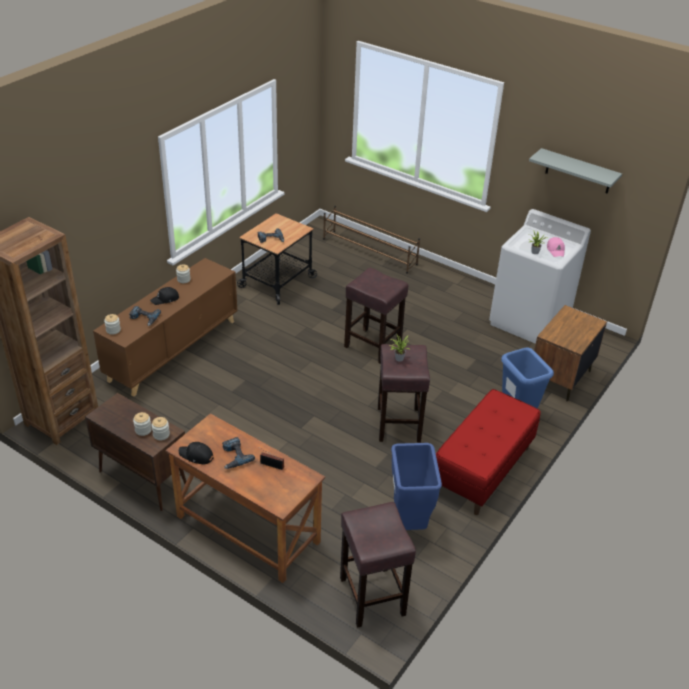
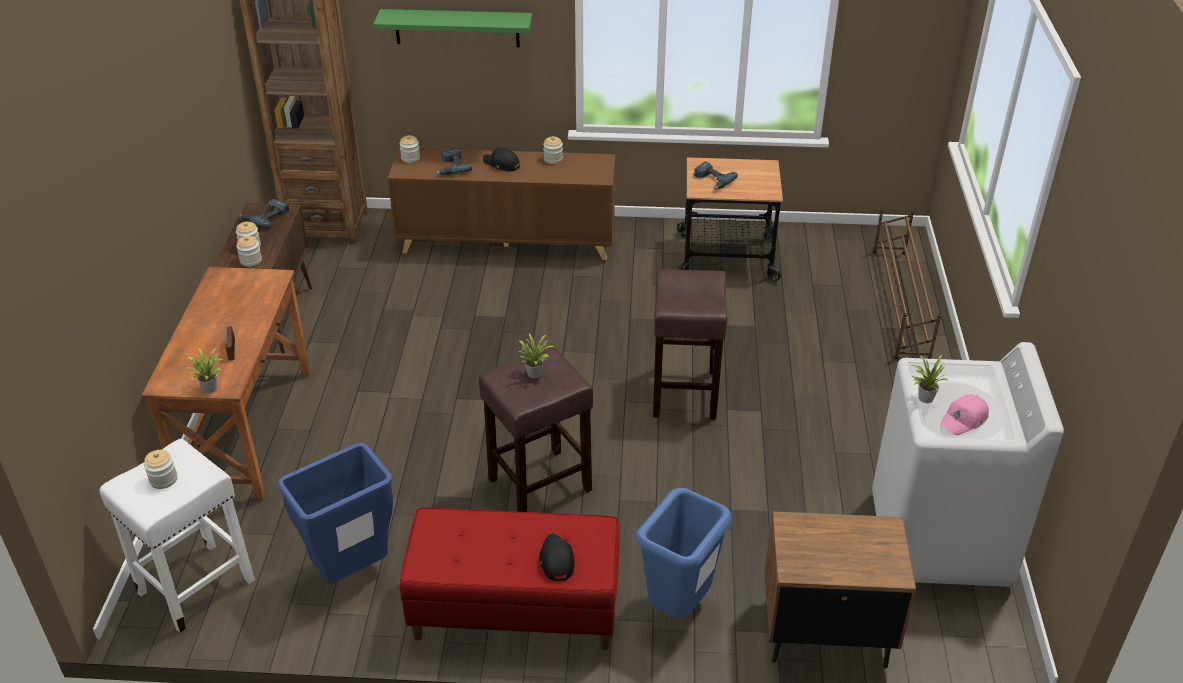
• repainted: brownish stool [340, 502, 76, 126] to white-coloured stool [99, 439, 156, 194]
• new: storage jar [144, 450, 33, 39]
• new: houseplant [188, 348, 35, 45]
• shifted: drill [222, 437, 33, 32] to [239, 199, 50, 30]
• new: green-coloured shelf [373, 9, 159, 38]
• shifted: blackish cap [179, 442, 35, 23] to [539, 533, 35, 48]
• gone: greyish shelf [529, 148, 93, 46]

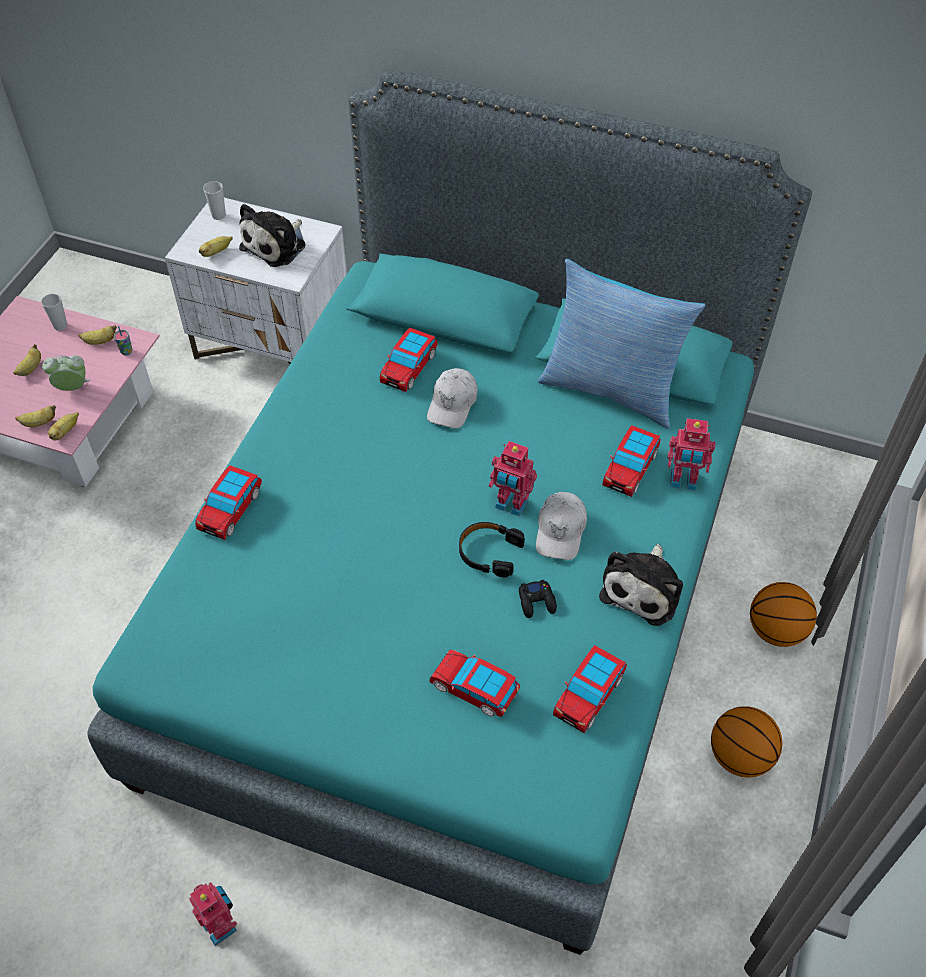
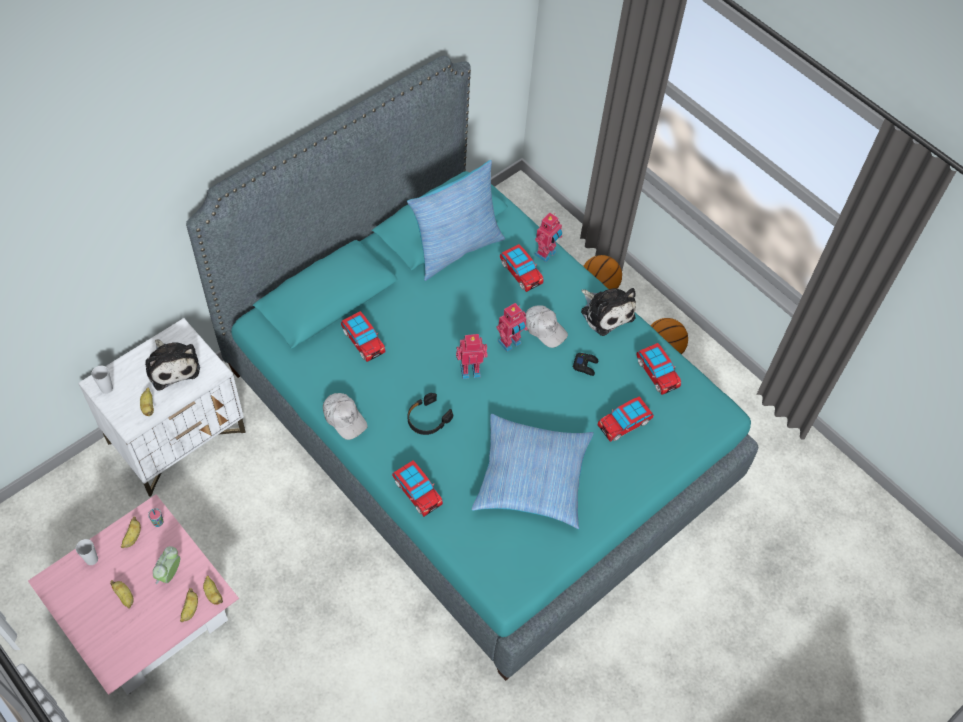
• shifted: white-coloured cap [427, 368, 51, 61] to [323, 393, 45, 47]
• shifted: blackish headset [459, 522, 66, 55] to [408, 393, 45, 42]
• shifted: model robot [189, 882, 48, 64] to [456, 334, 31, 45]
• new: pillow [472, 414, 122, 115]

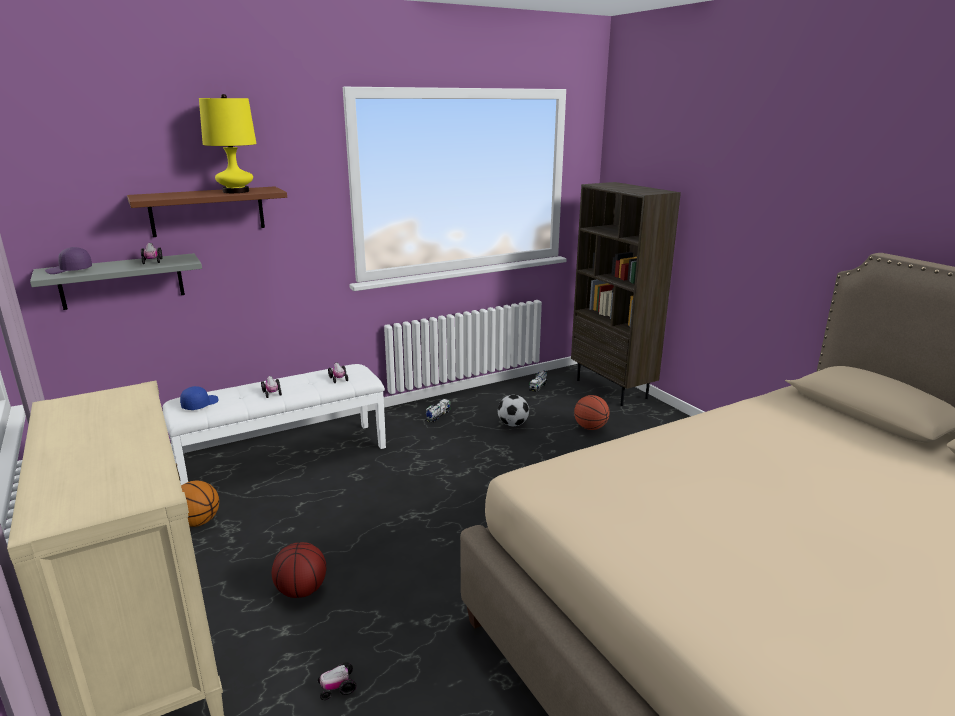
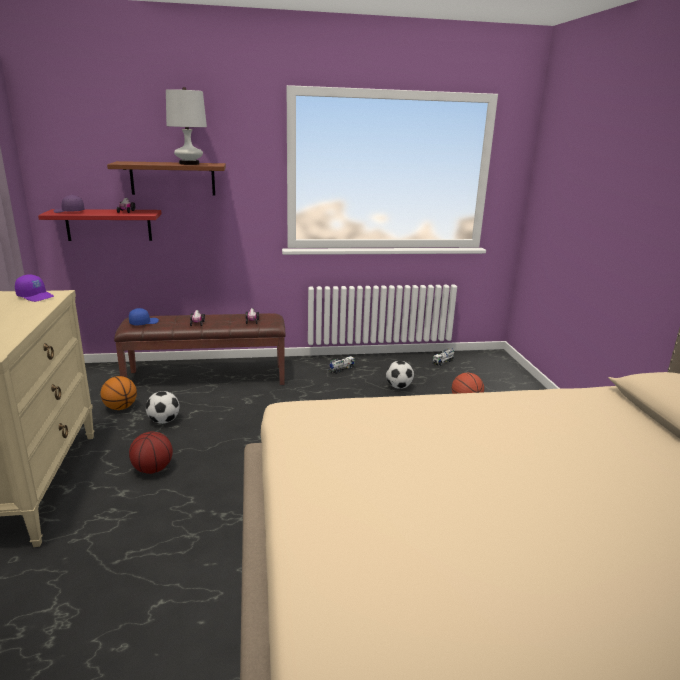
• new: purplish cap [15, 275, 39, 27]
• repainted: greyish shelf [30, 253, 172, 57] to red shelf [38, 209, 124, 32]
• repainted: white-coloured long seat [163, 364, 223, 121] to brownish long seat [114, 313, 172, 72]
• new: football [146, 391, 34, 33]
• repainted: yellow-coloured table lamp [199, 94, 58, 99] to white-coloured table lamp [166, 87, 41, 78]
• gone: miniature car [318, 662, 38, 38]
• gone: brownish bookcase [571, 182, 110, 224]

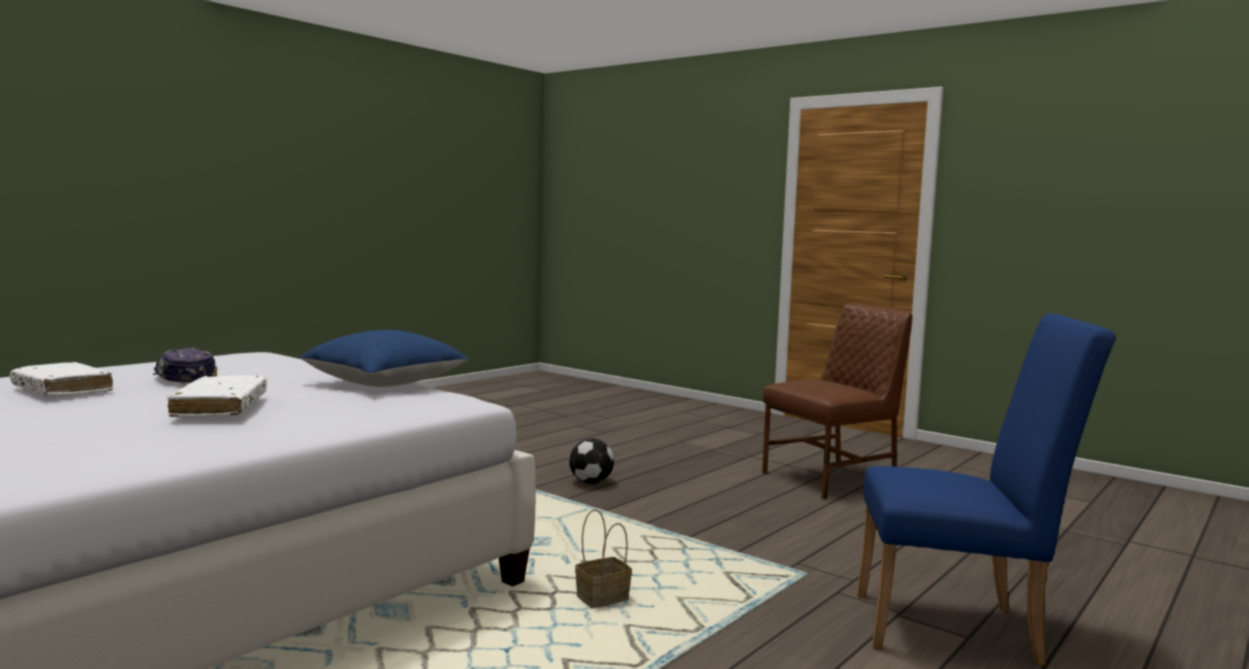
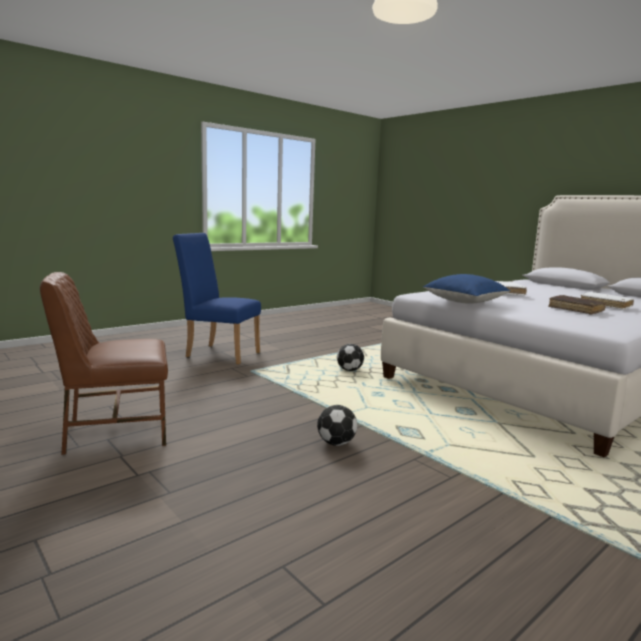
• swapped: storage basket [575, 509, 57, 99] to football [337, 344, 27, 27]
• swapped: cap [153, 347, 64, 36] to brownish book [548, 295, 58, 19]

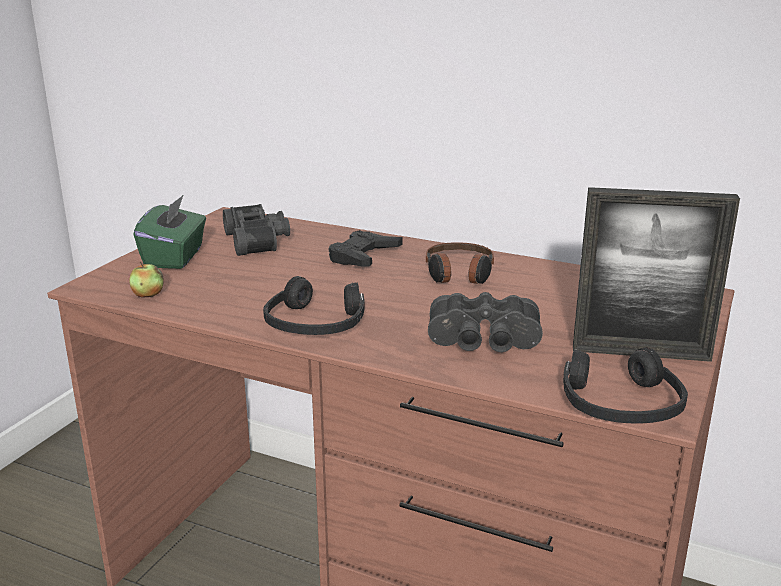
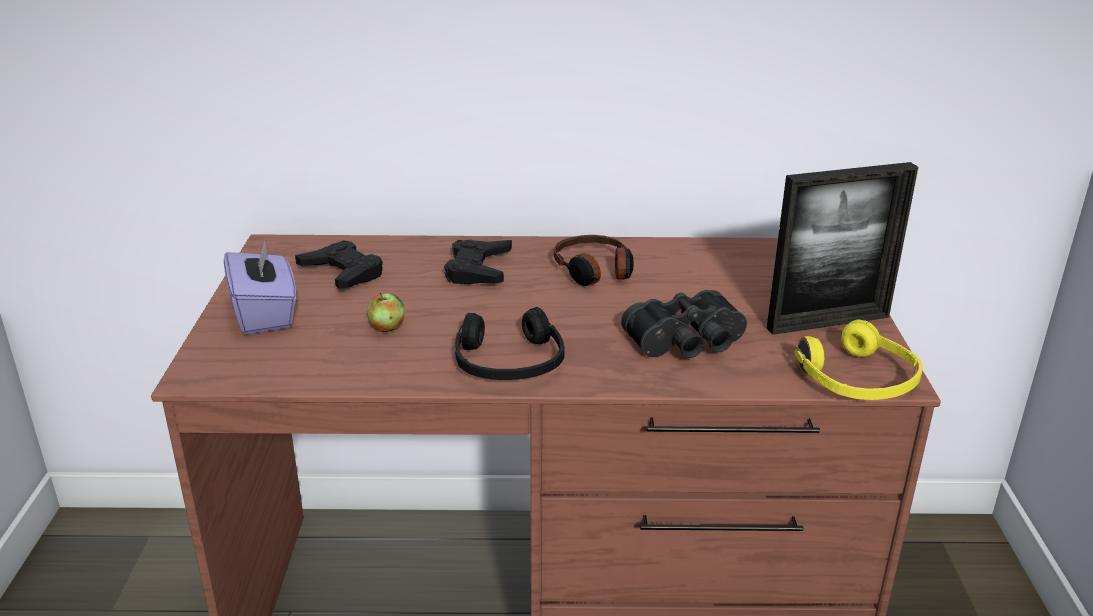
• repainted: green-coloured tissue box [133, 194, 73, 75] to purplish tissue box [224, 240, 72, 94]
• swapped: blackish field glasses [223, 204, 67, 52] to blackish game controller [295, 240, 88, 49]
• shifted: whole apple [129, 261, 35, 37] to [367, 293, 38, 39]
• repainted: blackish headset [563, 347, 125, 77] to yellow-coloured headset [795, 319, 128, 81]

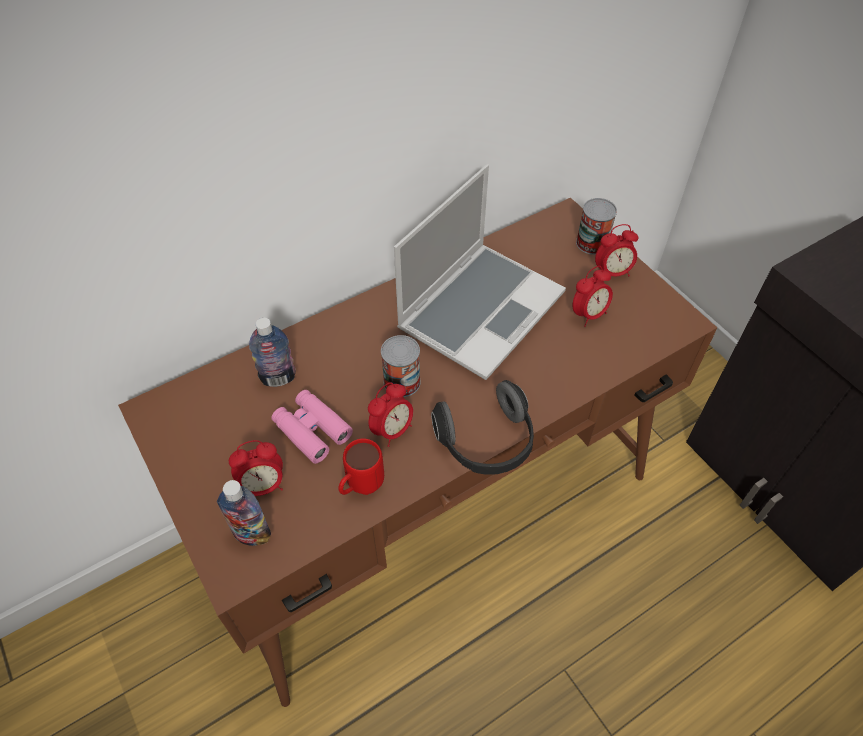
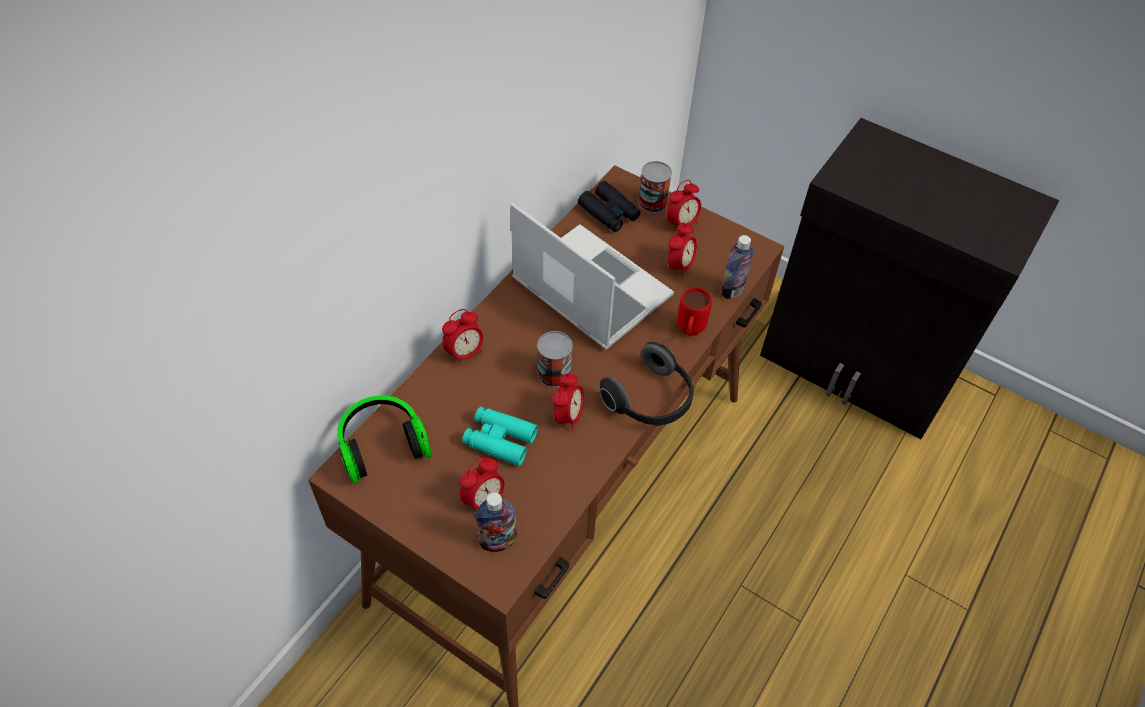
• new: headset [337, 395, 94, 89]
• new: alarm clock [442, 309, 41, 56]
• repainted: pink field glasses [271, 390, 82, 74] to turquoise field glasses [462, 406, 76, 60]
• rotated: laptop [394, 164, 172, 216] = [510, 202, 164, 148] 60 degrees counterclockwise
• new: blackish field glasses [578, 181, 62, 51]
• shifted: red tea mug [338, 438, 46, 57] to [677, 287, 35, 49]
• shifted: beverage bottle [249, 318, 47, 69] to [720, 235, 34, 64]

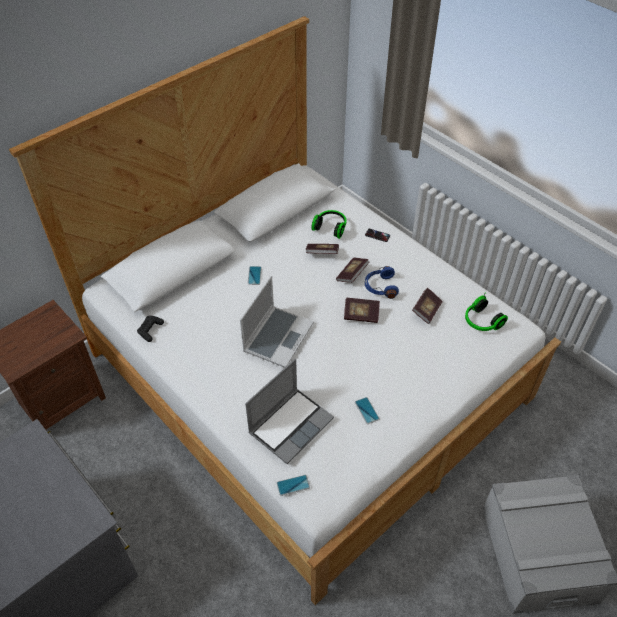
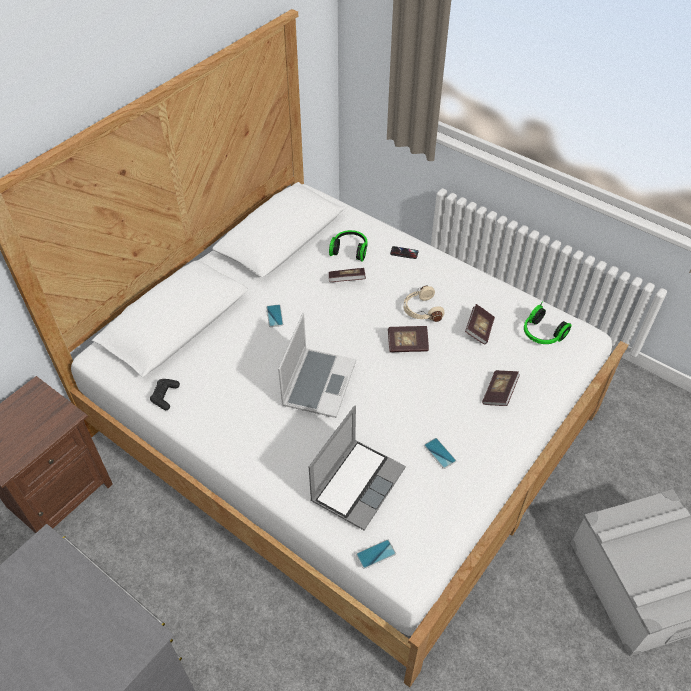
• repainted: blue-coloured headset [365, 266, 34, 33] to beige-coloured headset [404, 285, 41, 37]
• shifted: book [336, 258, 33, 25] to [482, 370, 38, 36]

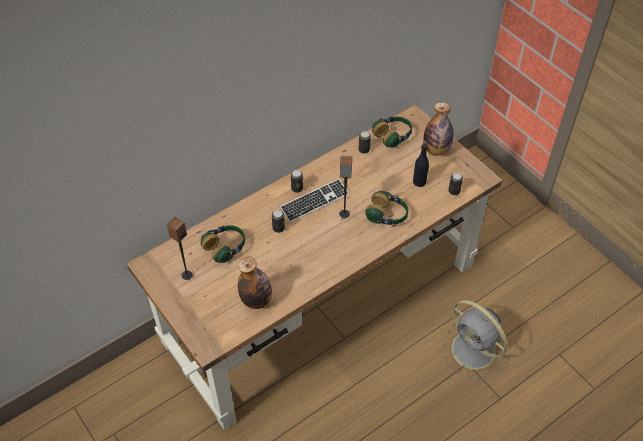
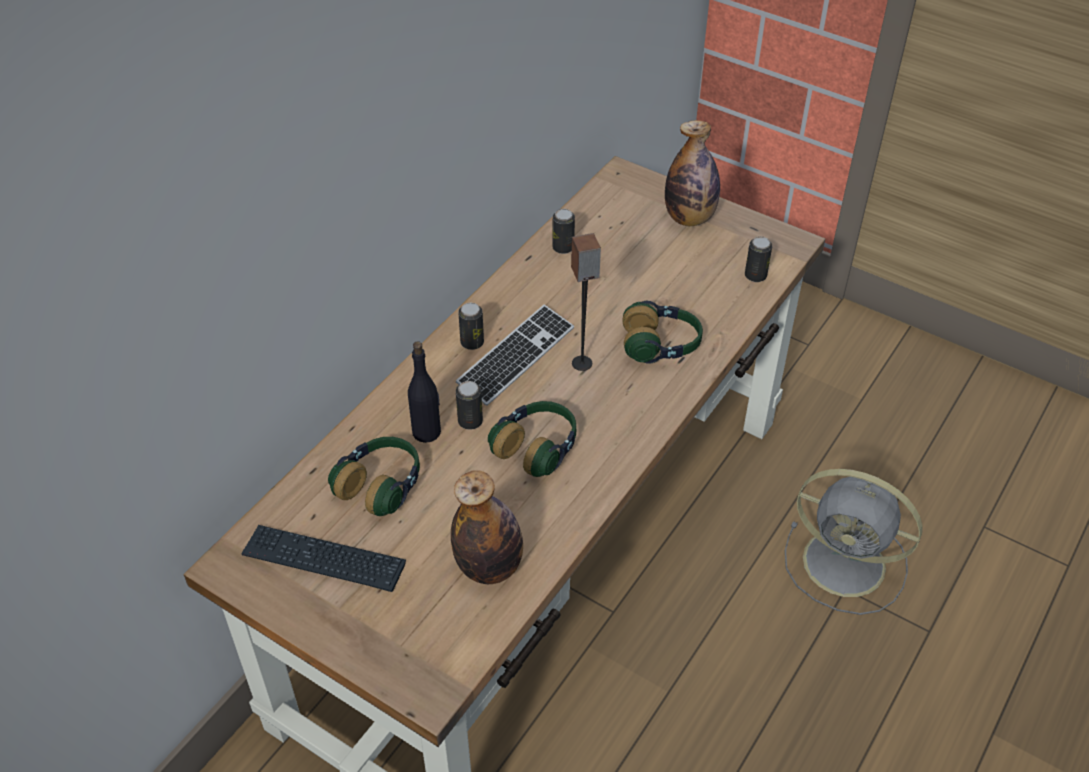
• swapped: audio speaker [167, 217, 26, 63] to PC keyboard [241, 525, 165, 67]
• shifted: blackish beverage bottle [413, 141, 16, 46] to [408, 341, 33, 102]
• shifted: headset [372, 116, 40, 31] to [488, 401, 88, 76]

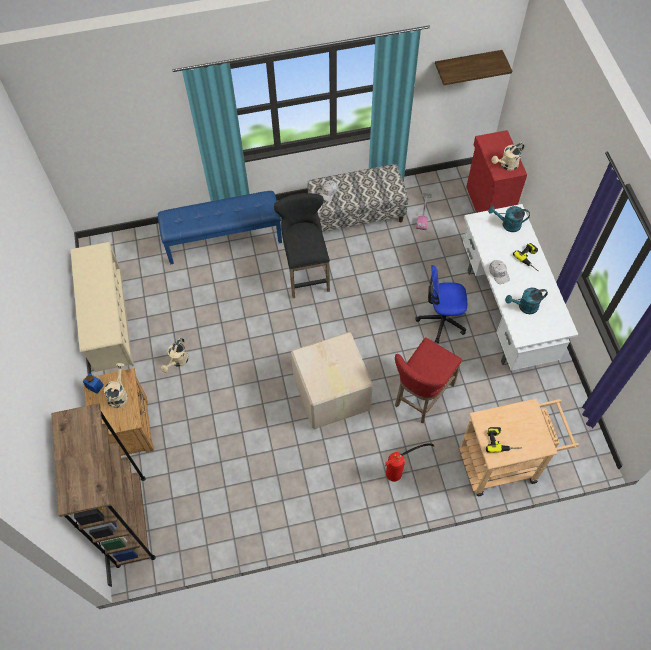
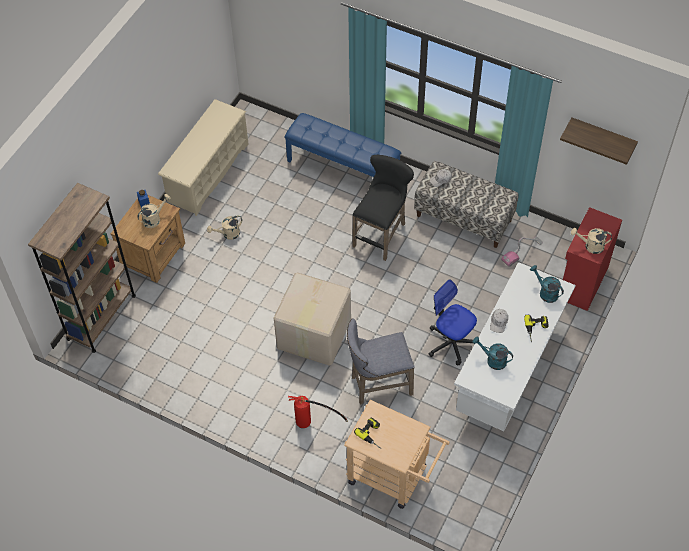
• repainted: red stool [395, 337, 67, 86] to greyish stool [347, 319, 68, 85]

